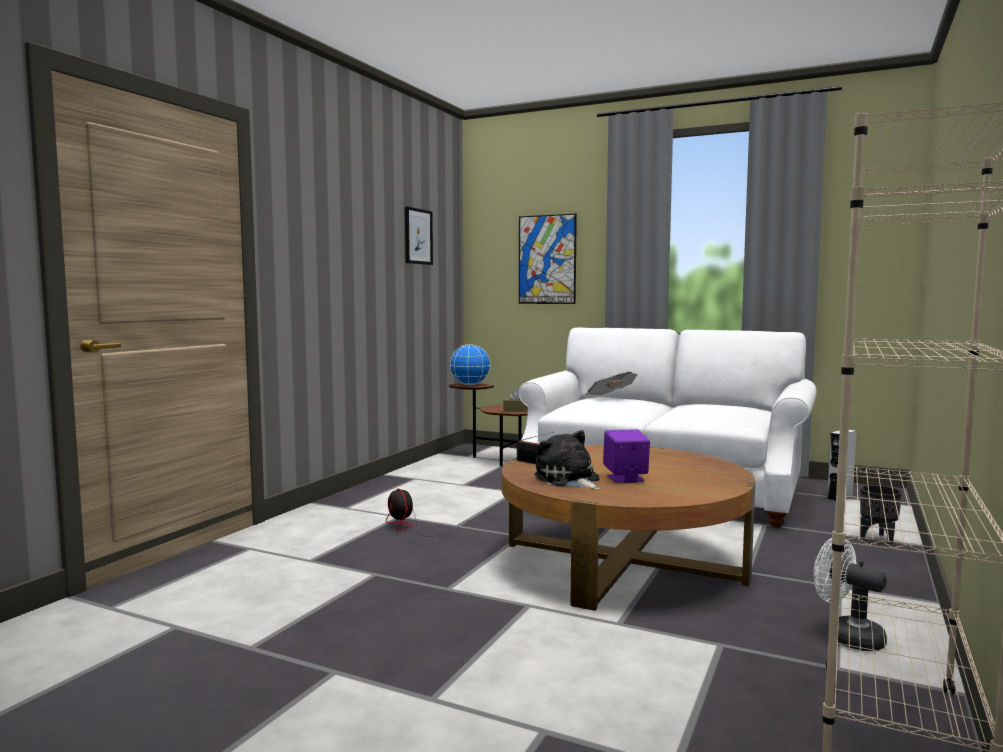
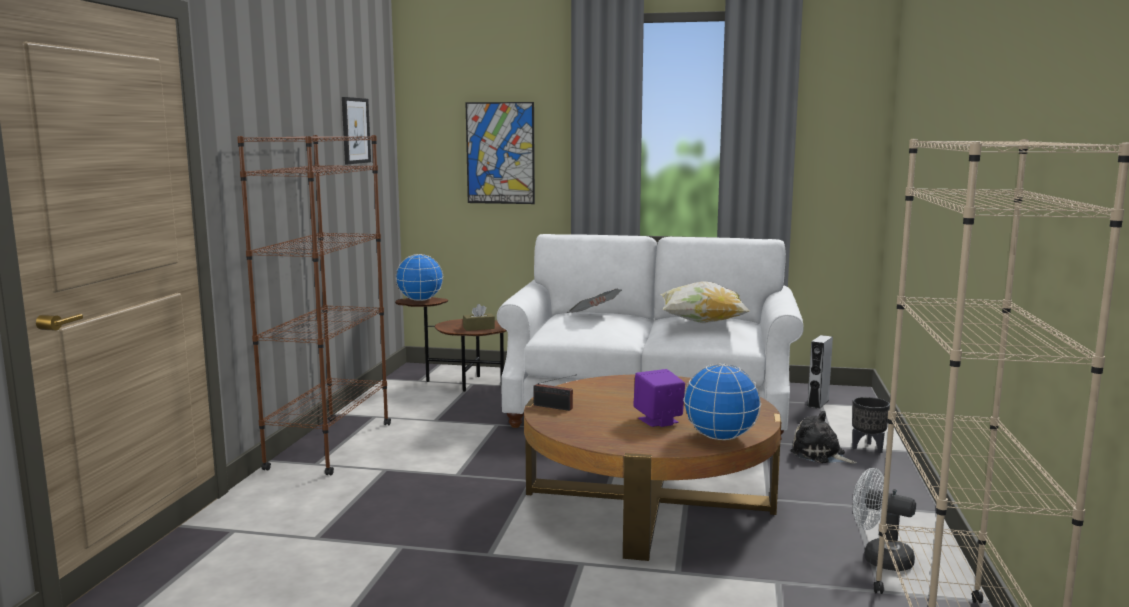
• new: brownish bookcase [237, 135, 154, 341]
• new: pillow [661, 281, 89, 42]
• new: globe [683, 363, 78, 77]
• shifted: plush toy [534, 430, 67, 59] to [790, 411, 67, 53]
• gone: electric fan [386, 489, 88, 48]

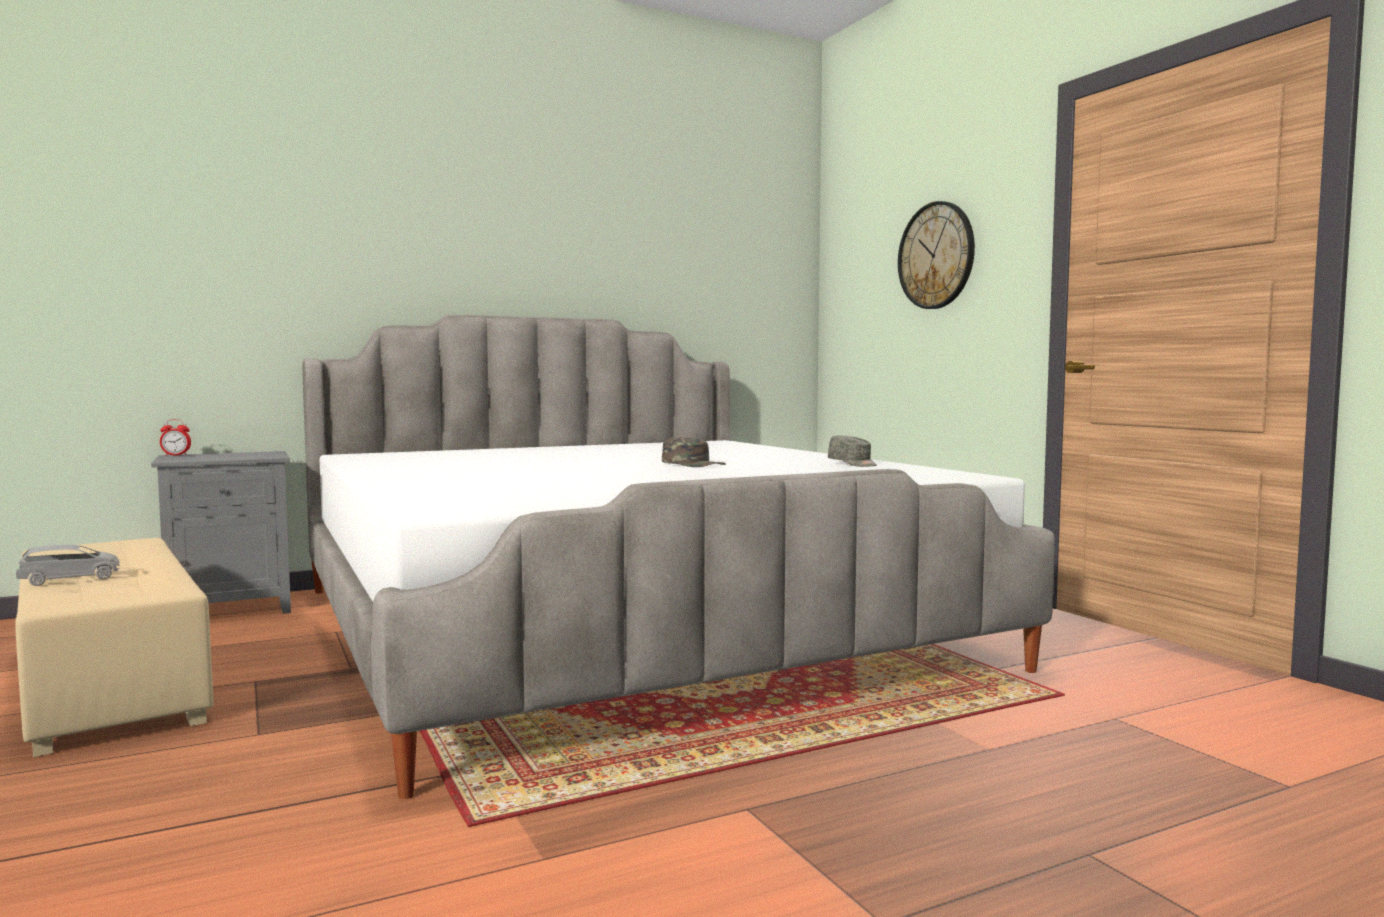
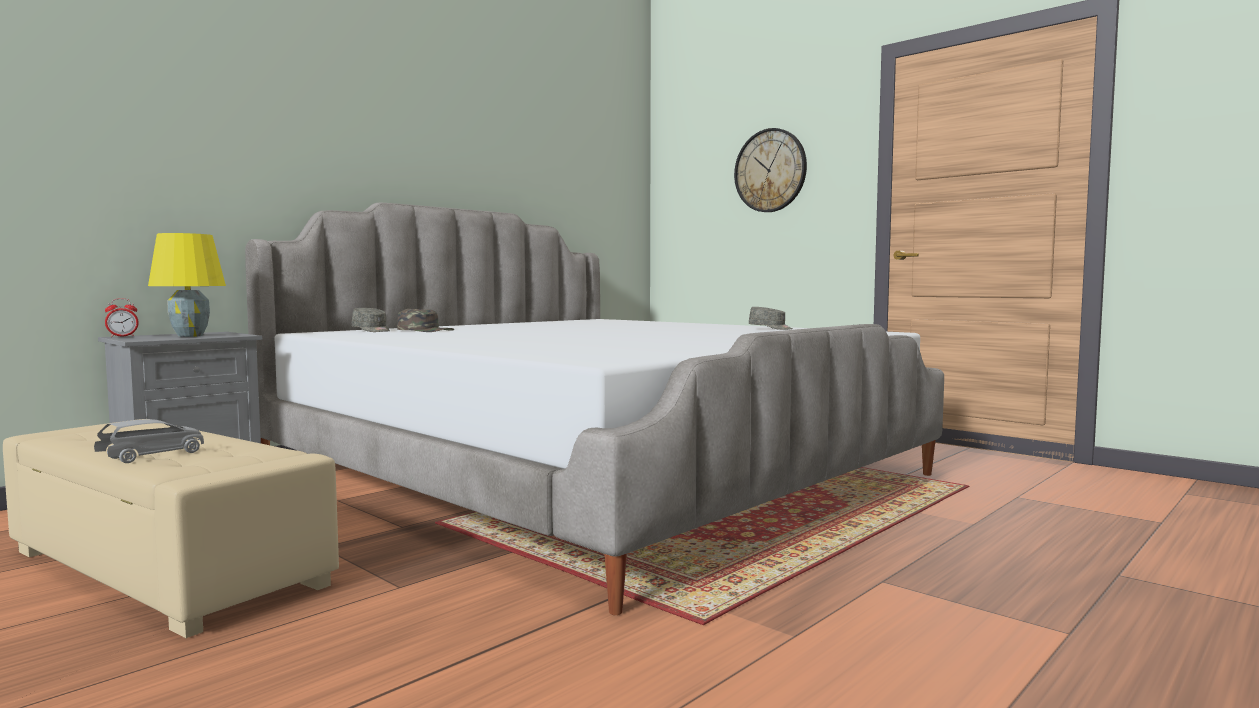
• new: yellow-coloured table lamp [148, 233, 78, 104]
• new: greyish cap [352, 308, 38, 24]
• shifted: green-coloured cap [662, 437, 64, 30] to [397, 309, 57, 23]

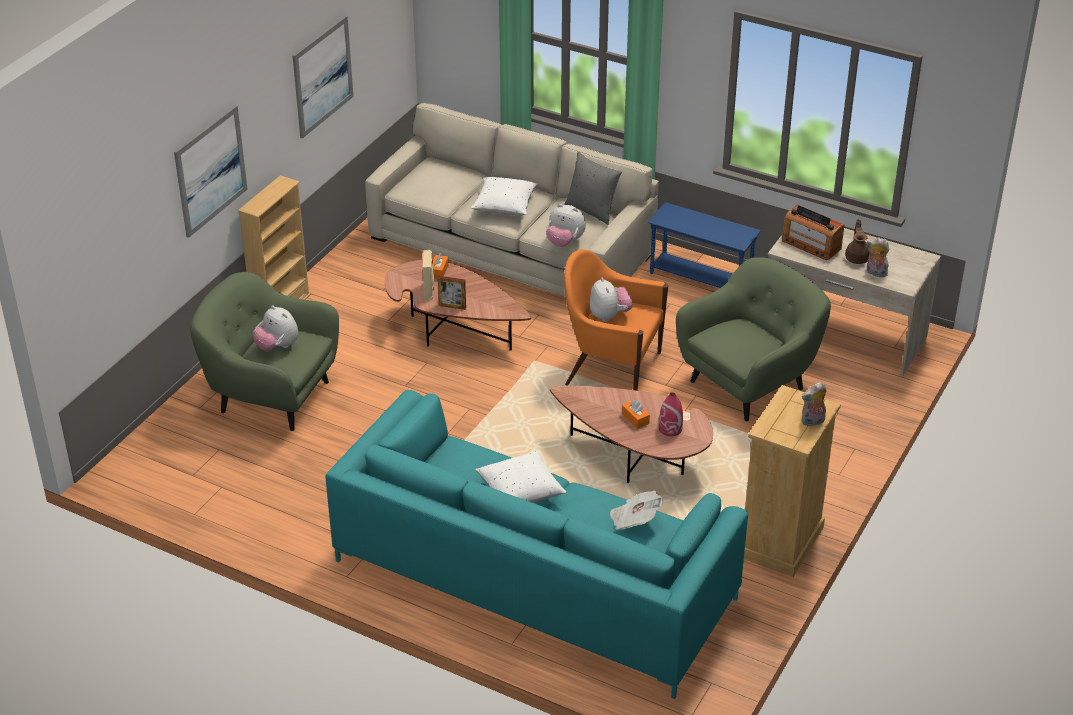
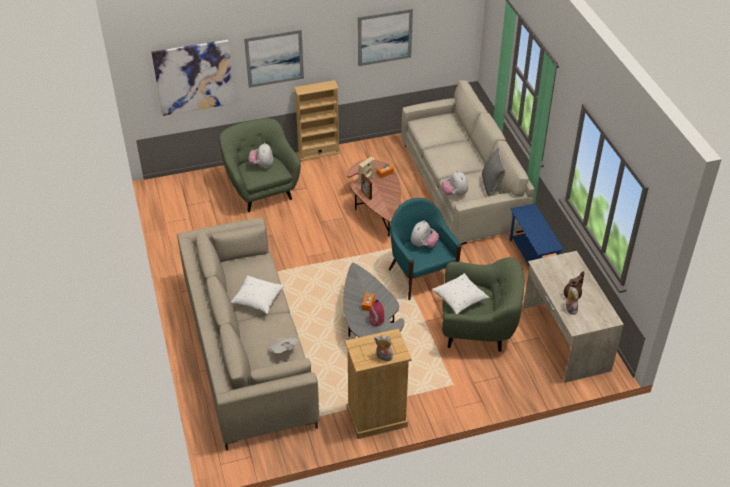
• new: wall picture [152, 40, 83, 76]
• repainted: turquoise sofa [325, 390, 423, 309] to beige-coloured sofa [177, 217, 143, 233]
• repainted: brownish lounge table [550, 386, 163, 97] to greyish lounge table [343, 263, 61, 74]
• repainted: orange-coloured lounge chair [564, 249, 104, 142] to turquoise lounge chair [389, 198, 73, 102]
• shifted: white-coloured pillow [471, 177, 67, 38] to [432, 273, 58, 41]
• gone: radio receiver [782, 205, 63, 56]

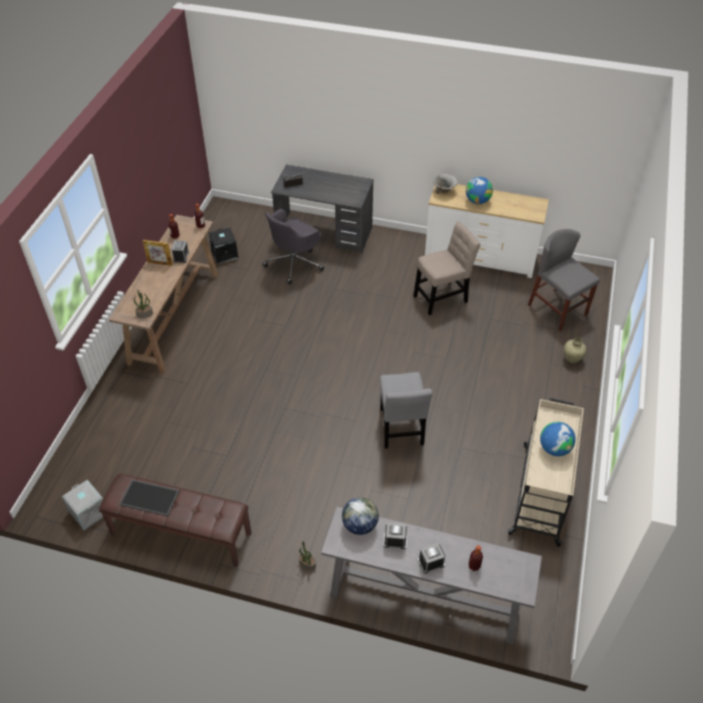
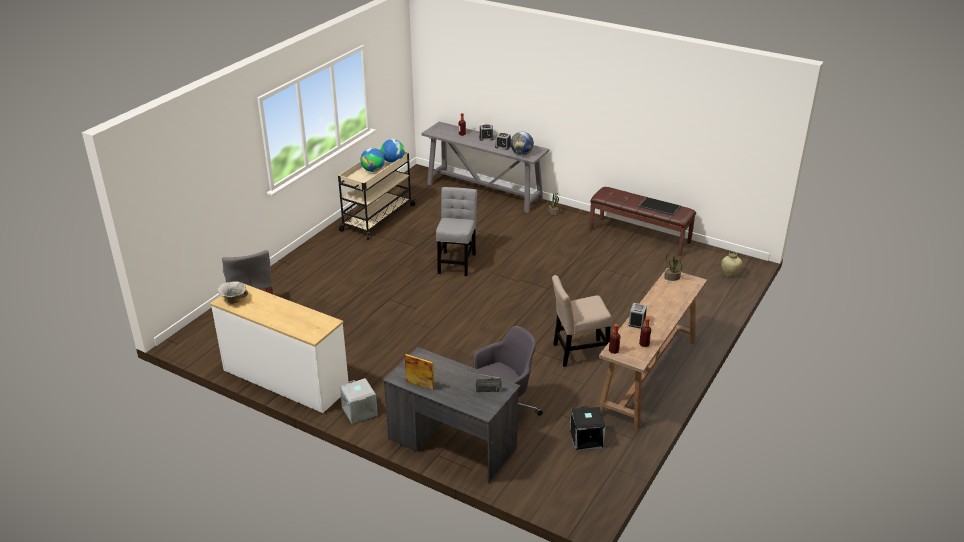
• shifted: serving bowl [433, 174, 25, 20] to [217, 281, 31, 23]
• shifted: greyish storage container [62, 480, 41, 50] to [340, 378, 38, 46]
• shifted: globe [466, 177, 27, 27] to [381, 139, 23, 24]
• shifted: photo frame [143, 240, 30, 26] to [405, 354, 29, 36]
• shifted: beige-coloured upright chair [413, 222, 67, 93] to [552, 275, 60, 92]
• shifted: beige-coloured flower vase [564, 338, 22, 26] to [721, 252, 21, 26]

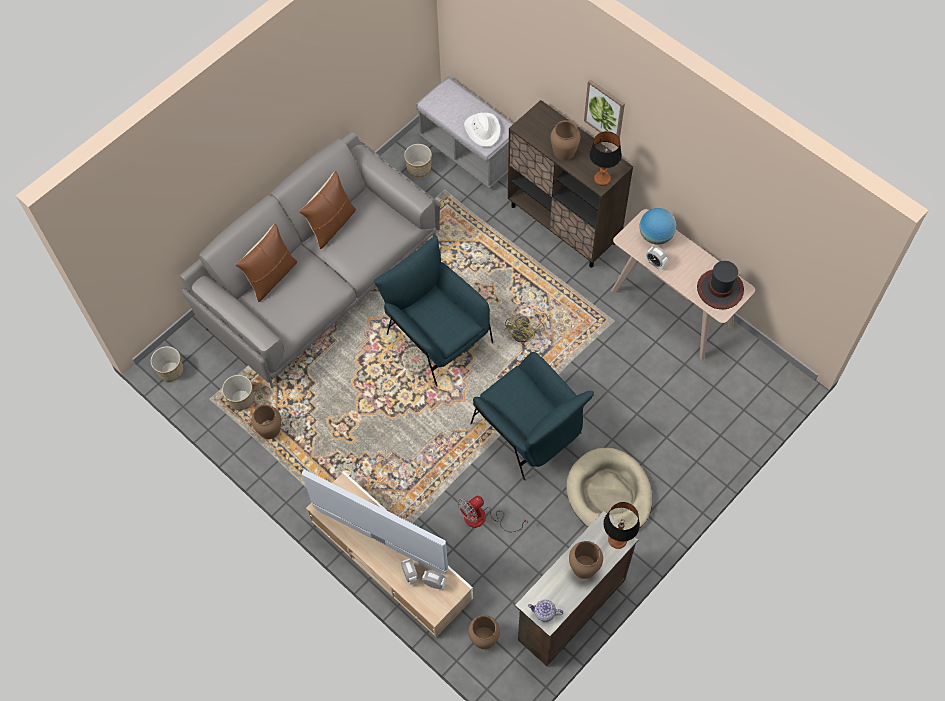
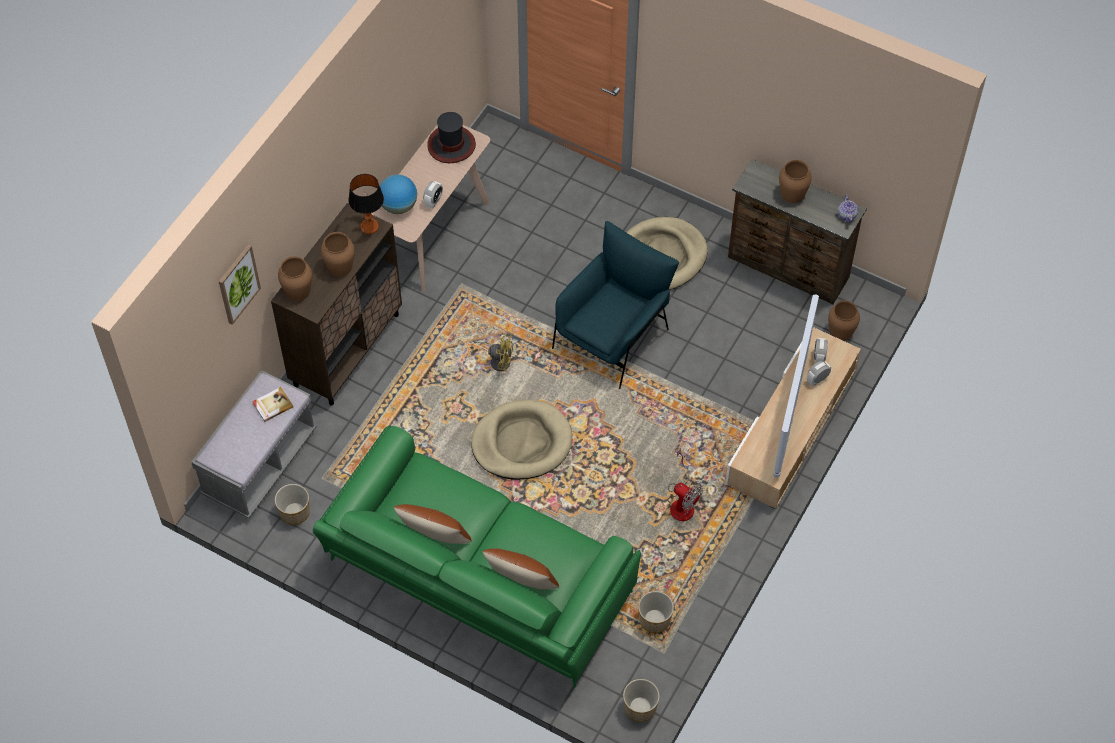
• shifted: wall picture [584, 79, 41, 60] to [219, 245, 42, 80]
• swapped: white-coloured hat [464, 113, 37, 34] to book [252, 387, 41, 35]
• shifted: brownish flower vase [251, 405, 30, 34] to [278, 256, 34, 45]
• repainted: greyish sofa [180, 131, 260, 257] to green-coloured sofa [313, 426, 328, 262]
• swapped: blue-coloured lounge chair [374, 236, 119, 151] to beige-coloured dog cushion [471, 400, 101, 80]
• shifted: electric fan [457, 495, 71, 37] to [667, 448, 36, 73]
• gone: table lamp [603, 502, 37, 47]

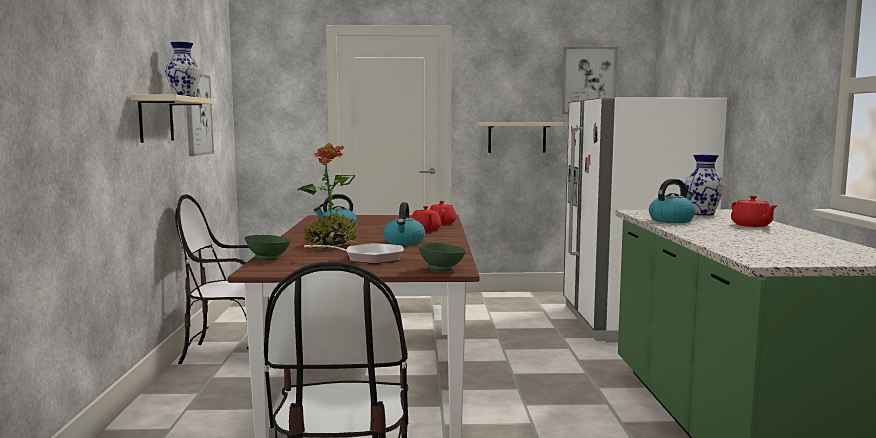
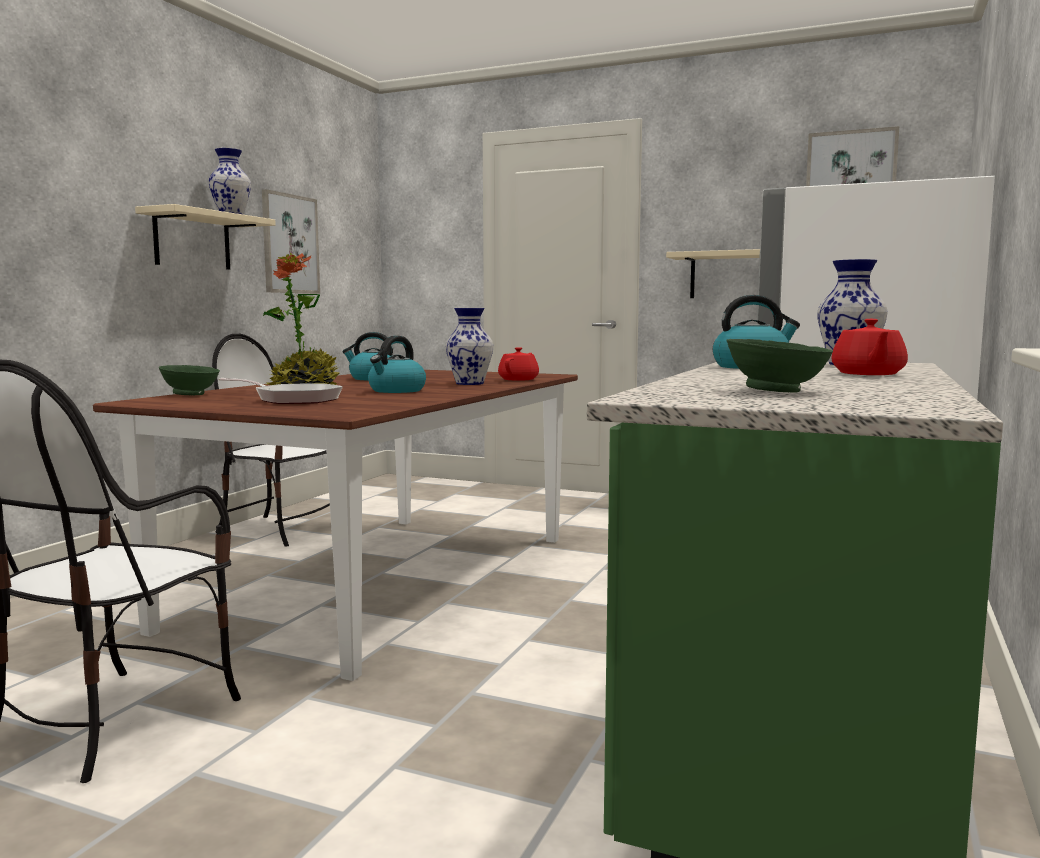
• swapped: red tea pot [411, 206, 30, 26] to flower vase [446, 308, 47, 77]
• shifted: green-coloured serving bowl [418, 243, 48, 28] to [726, 339, 107, 54]

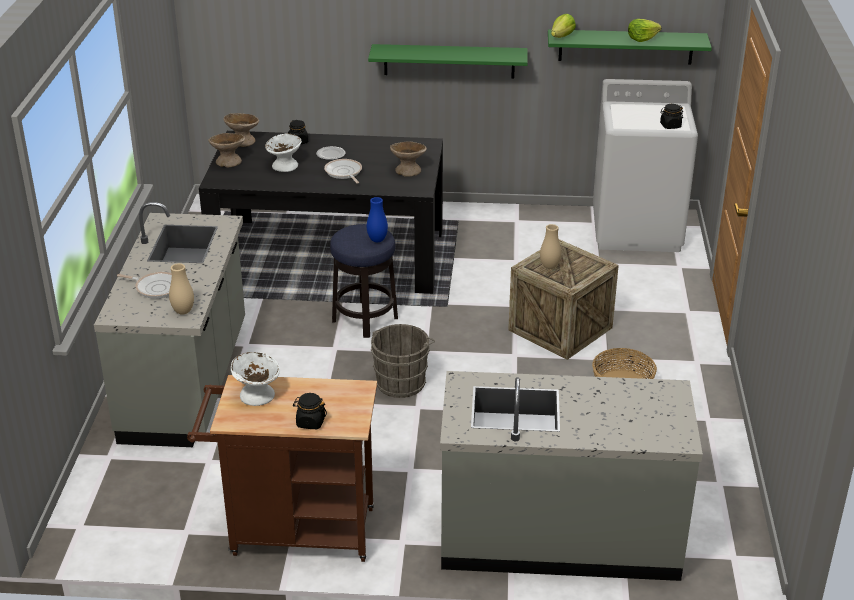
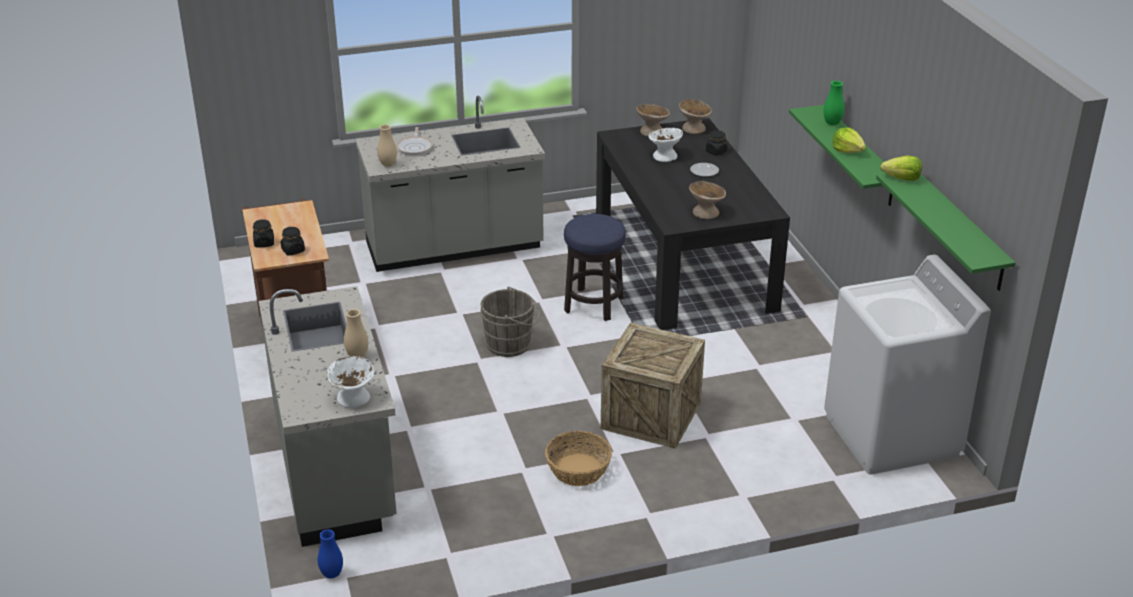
• shifted: blackish storage jar [660, 104, 23, 25] to [281, 227, 24, 29]
• shifted: blue-coloured flower vase [367, 197, 21, 45] to [318, 529, 25, 49]
• shifted: white-coloured serving bowl [231, 352, 49, 54] to [327, 356, 47, 52]
• shifted: beige-coloured flower vase [540, 224, 21, 45] to [344, 309, 24, 49]
• new: green-coloured flower vase [824, 81, 20, 44]
• shifted: head of lettuce [628, 19, 34, 23] to [832, 127, 34, 26]
• gone: pan [324, 159, 38, 24]

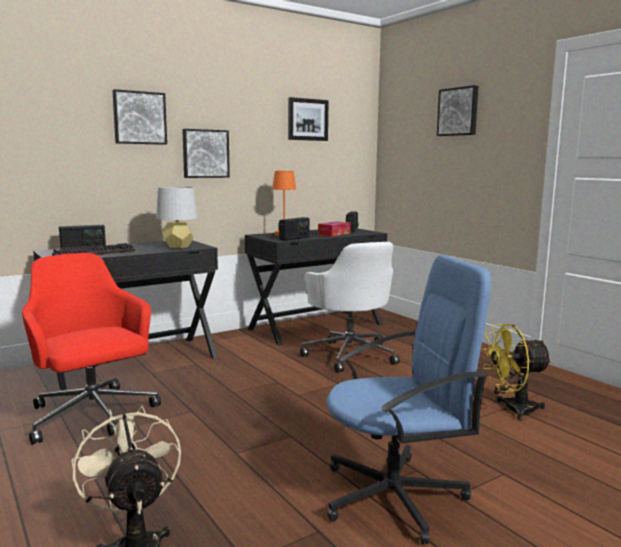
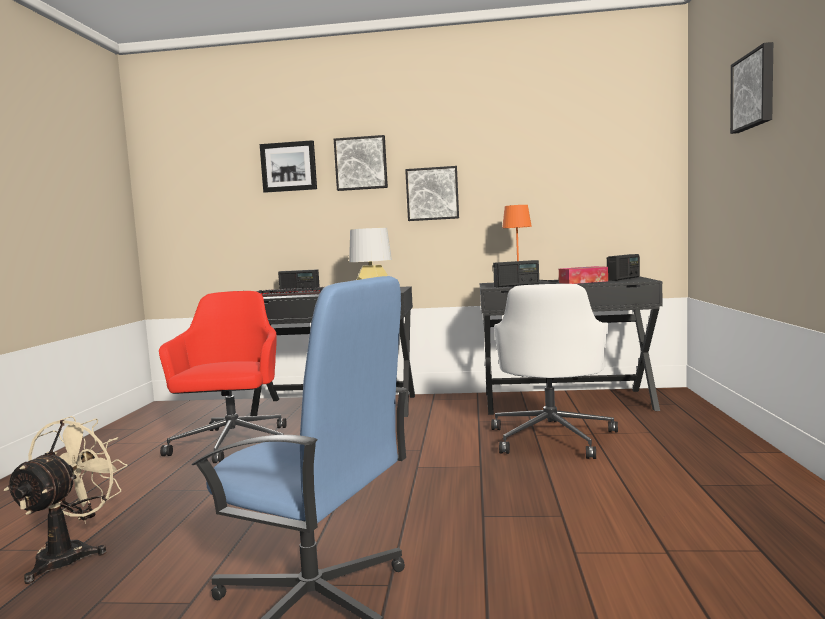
• shifted: wall picture [288, 97, 41, 44] to [260, 140, 57, 53]
• gone: yellow-coloured electric fan [481, 323, 72, 97]

